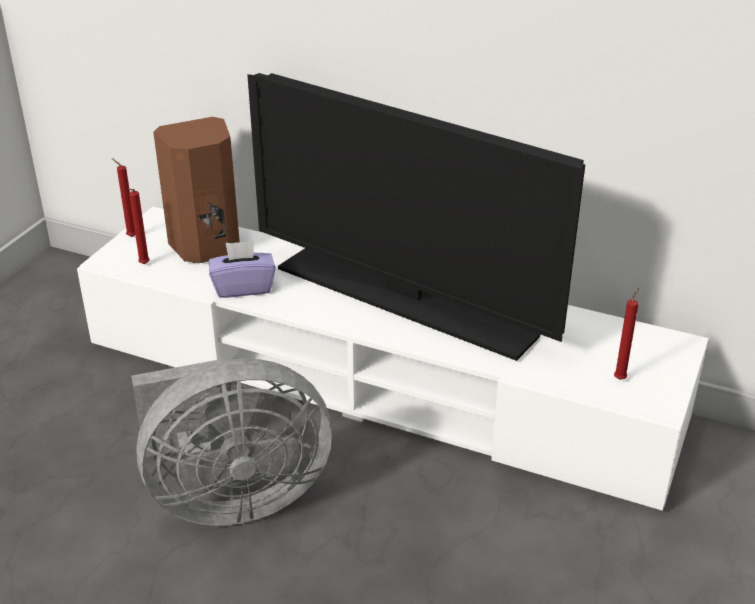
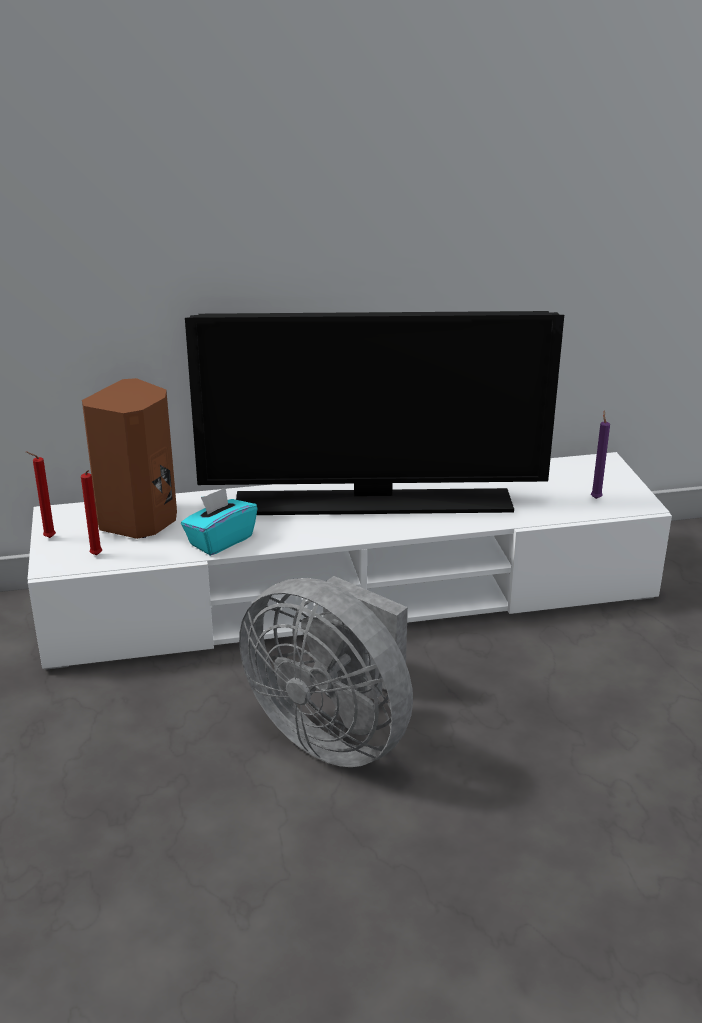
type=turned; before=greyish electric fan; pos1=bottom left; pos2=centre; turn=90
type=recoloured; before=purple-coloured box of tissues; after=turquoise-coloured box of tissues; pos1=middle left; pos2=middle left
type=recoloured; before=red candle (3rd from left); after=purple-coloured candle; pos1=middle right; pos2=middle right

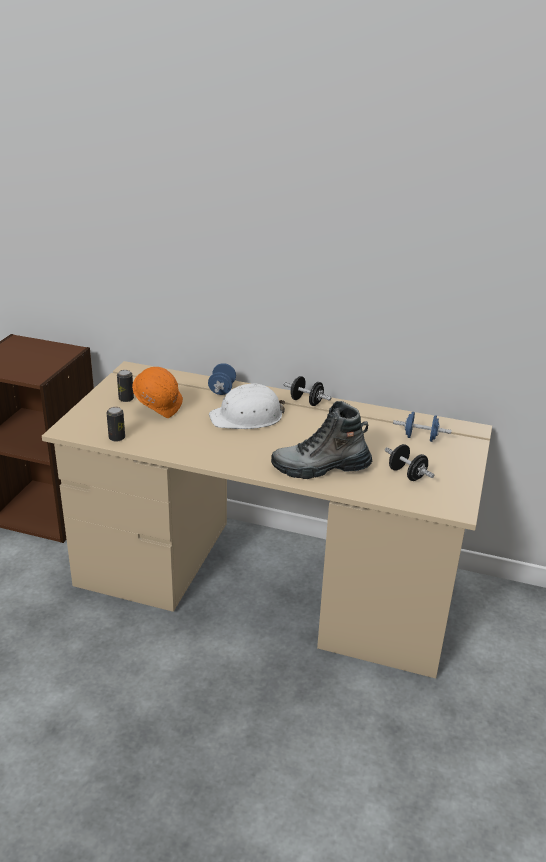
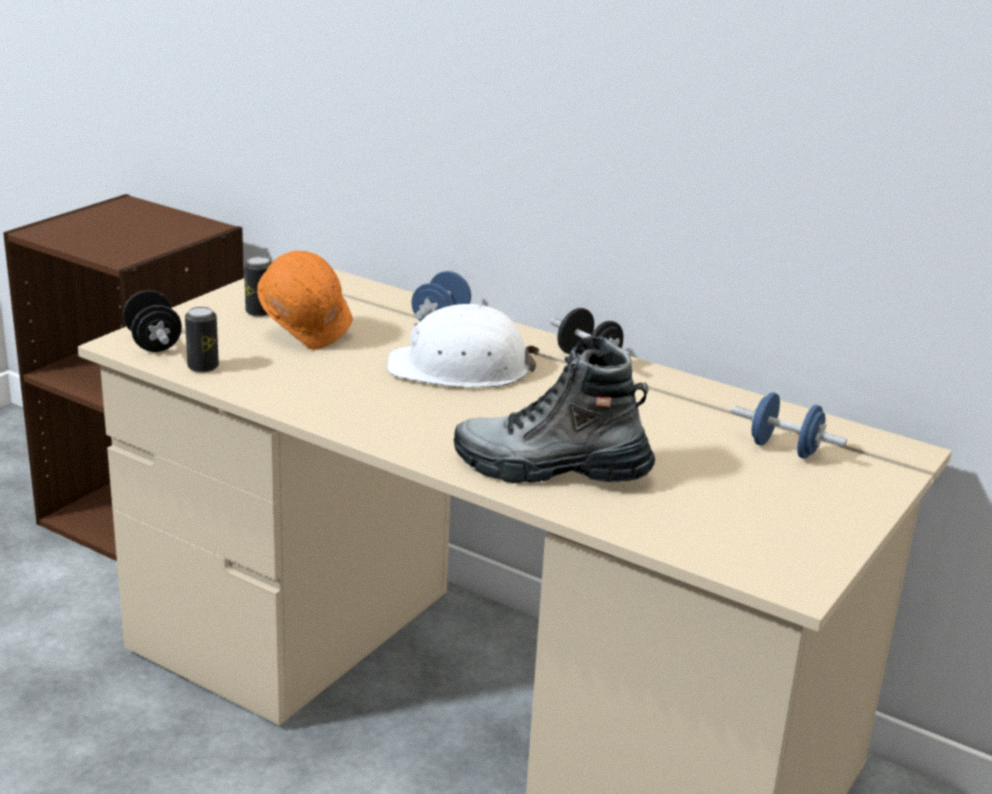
type=moved; before=black hand weight (2nd from left in the first image); after=black hand weight (1st from left); pos1=middle right; pos2=middle left

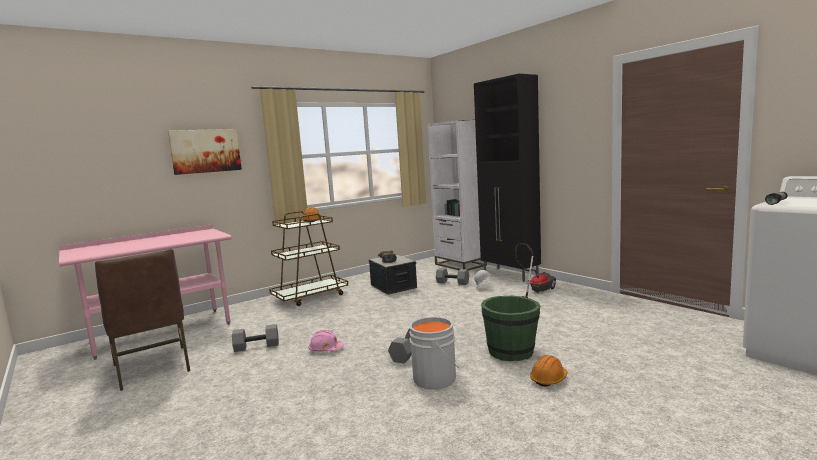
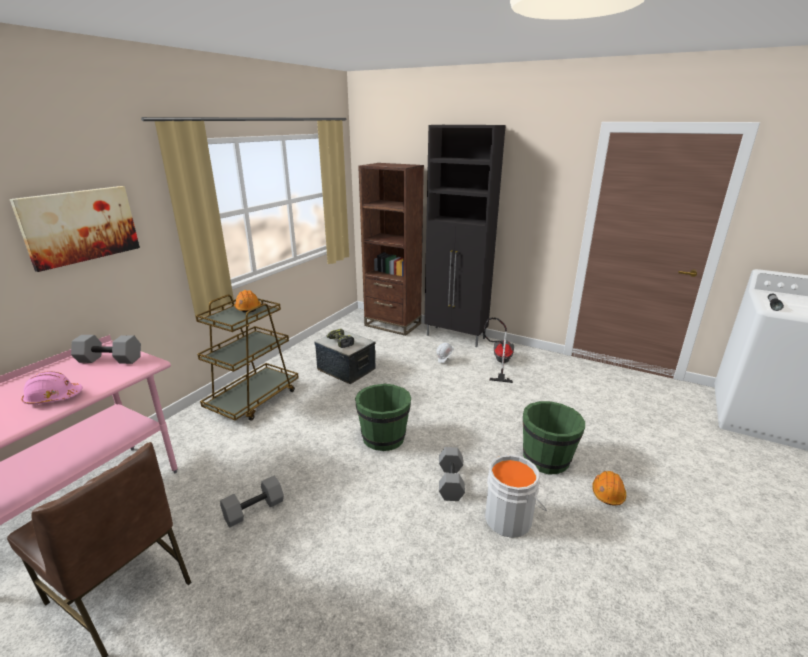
type=moved; before=pink-coloured work helmet; pos1=bottom centre; pos2=middle left
type=recoloured; before=whitish bookshelf; after=brownish bookshelf; pos1=centre; pos2=centre
type=moved; before=greyish hand weight (3rd from left in the first image); after=greyish hand weight (1st from left); pos1=centre; pos2=middle left
type=added; after=green-coloured water bucket (1st from left); pos2=centre

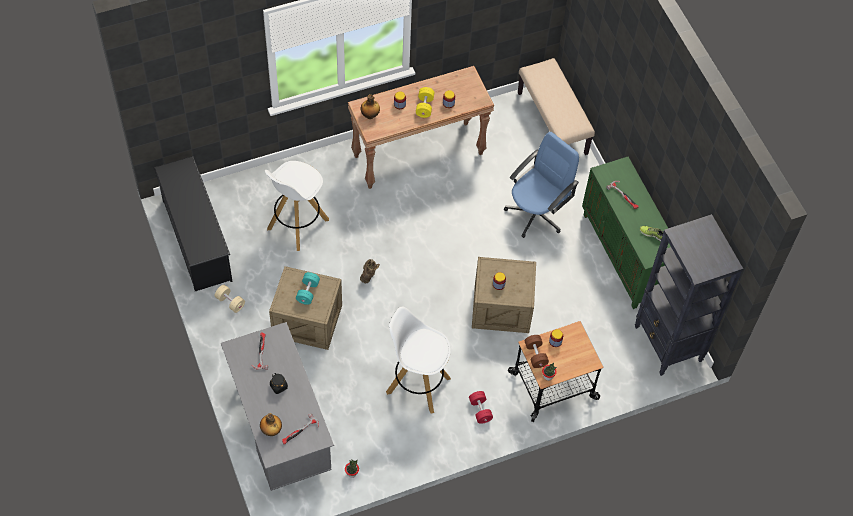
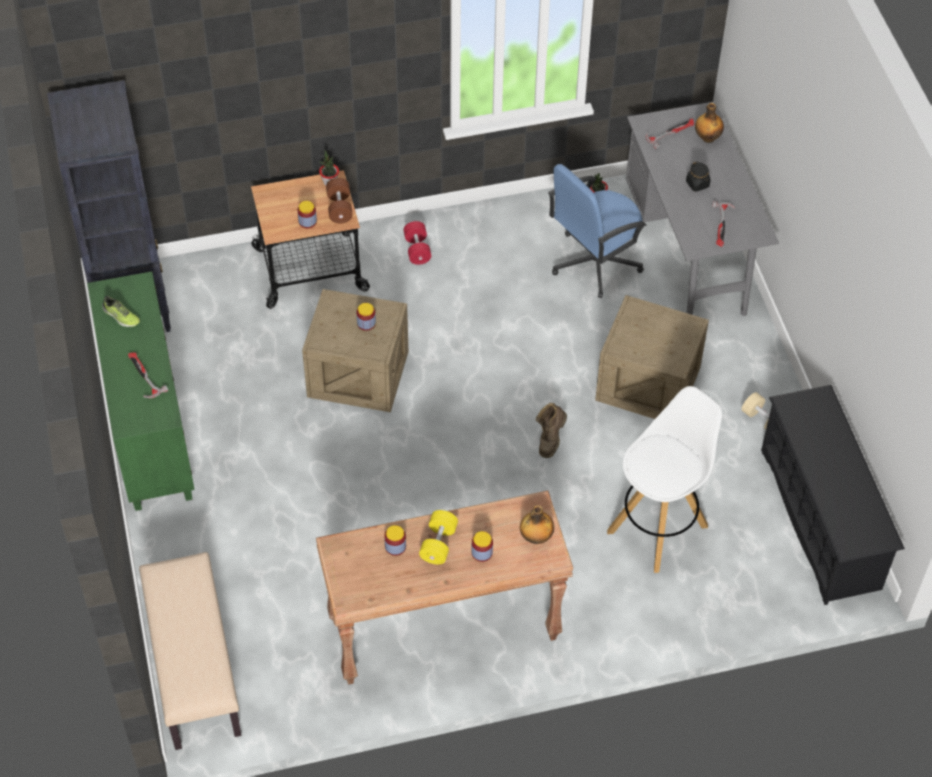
type=removed; before=turquoise-coloured hand weight; pos1=centre
type=removed; before=whitish stool seat (2nd from left); pos1=bottom centre
type=moved; before=blue-coloured office chair; pos1=centre; pos2=top centre

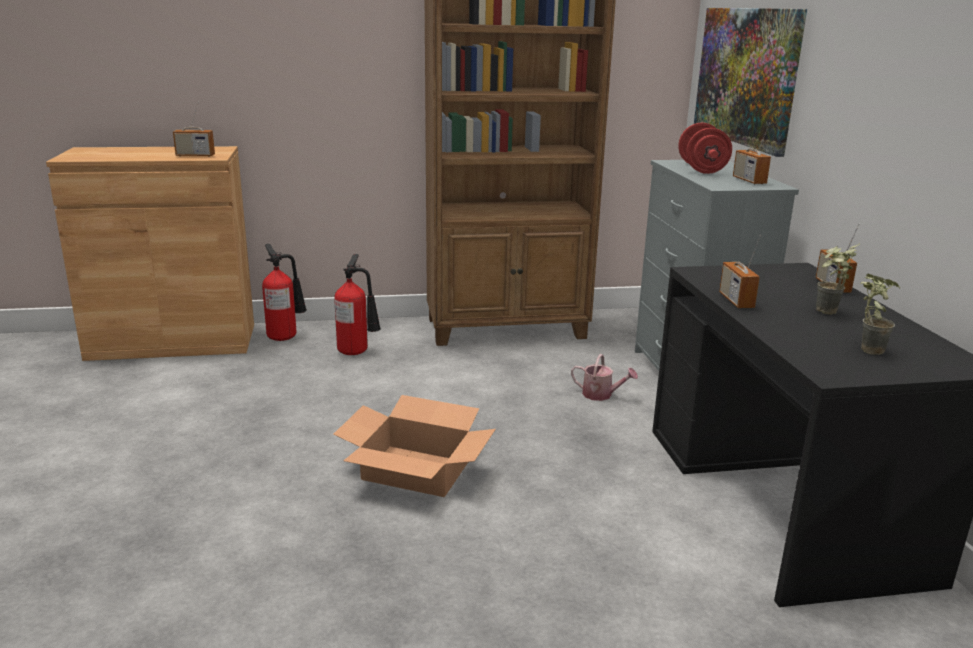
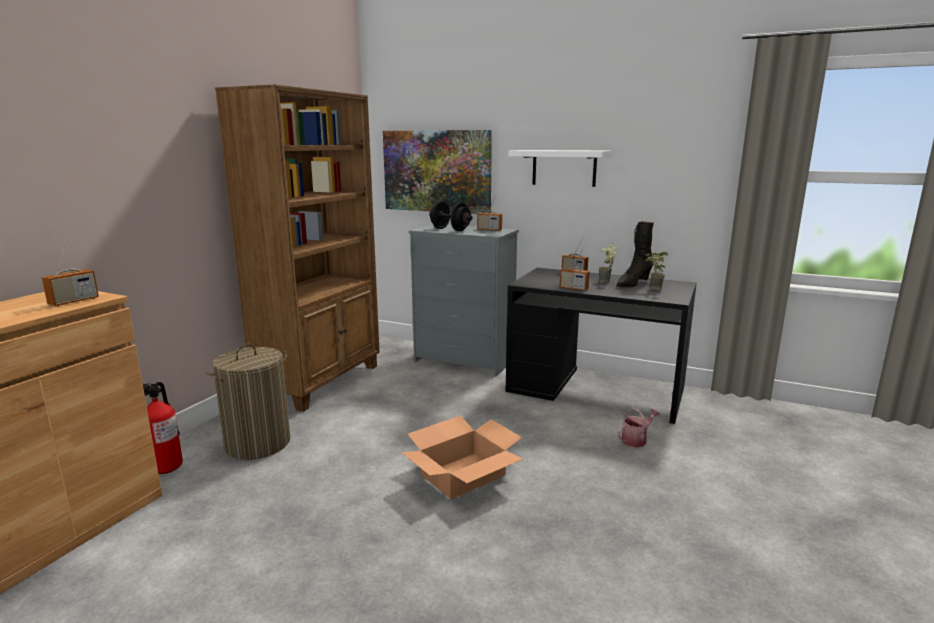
type=replaced; before=fire-fighting cylinder (2nd from left); after=hamper; pos1=centre; pos2=middle left
type=moved; before=watering can; pos1=centre; pos2=bottom right
type=recoloured; before=red hand weight; after=black hand weight; pos1=top right; pos2=centre
type=added; after=whitish wall shelf; pos2=top centre
type=added; after=black boot; pos2=middle right

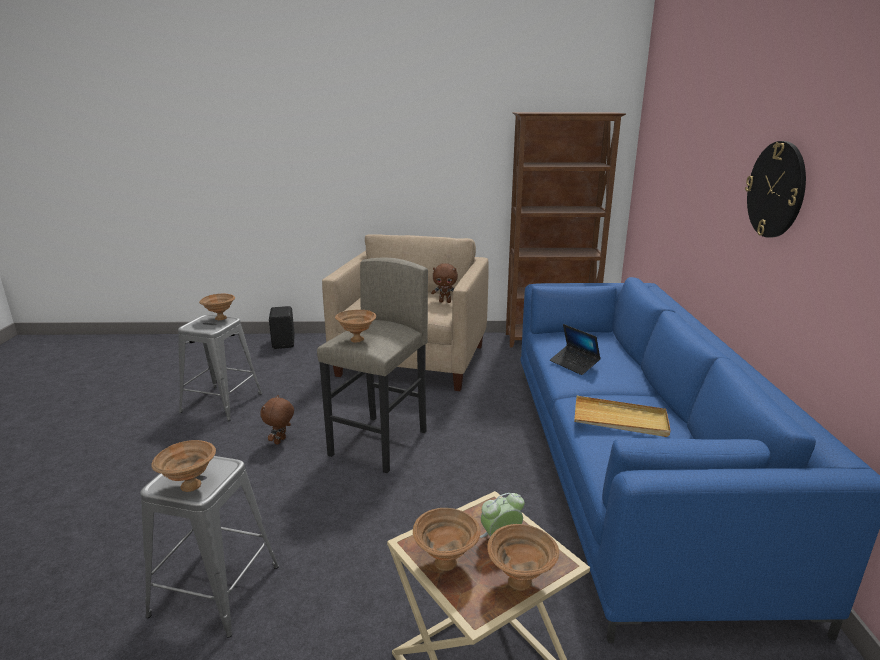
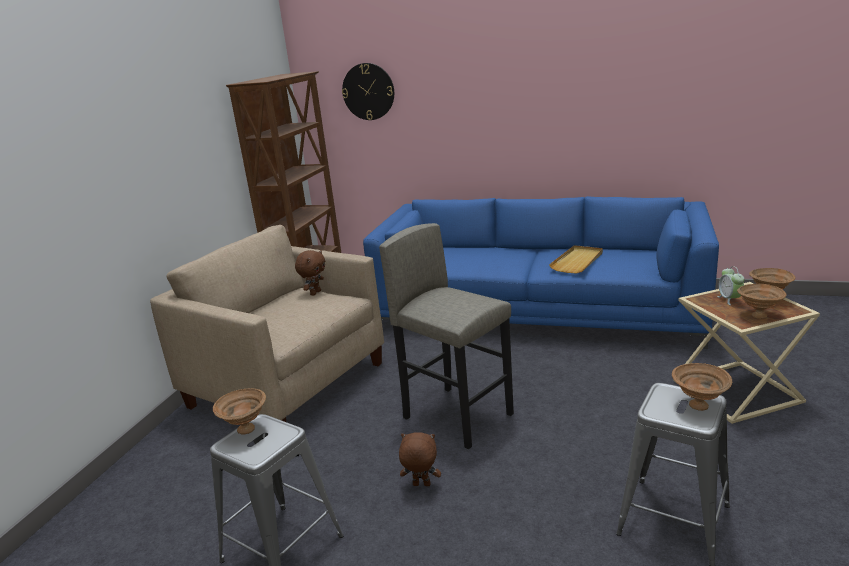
type=turned; before=brownish plush toy (1st from left in the first image); pos1=middle left; pos2=bottom centre; turn=150
type=removed; before=black speaker; pos1=middle left
type=removed; before=brownish deep dish (3rd from left); pos1=centre
type=removed; before=laptop; pos1=centre
type=moved; before=hanging clock; pos1=top right; pos2=top centre

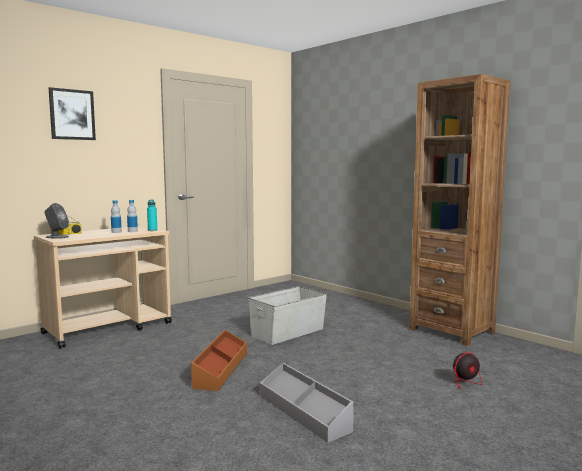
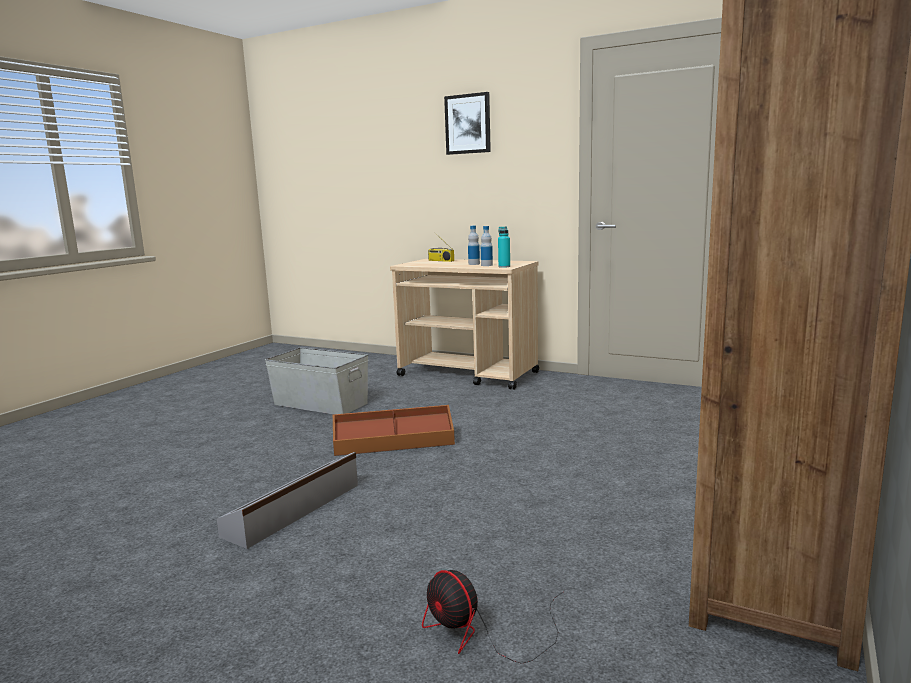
type=removed; before=greyish speaker; pos1=middle left
type=moved; before=greyish storage container (1st from left in the first image); after=greyish storage container (2nd from left); pos1=bottom centre; pos2=centre

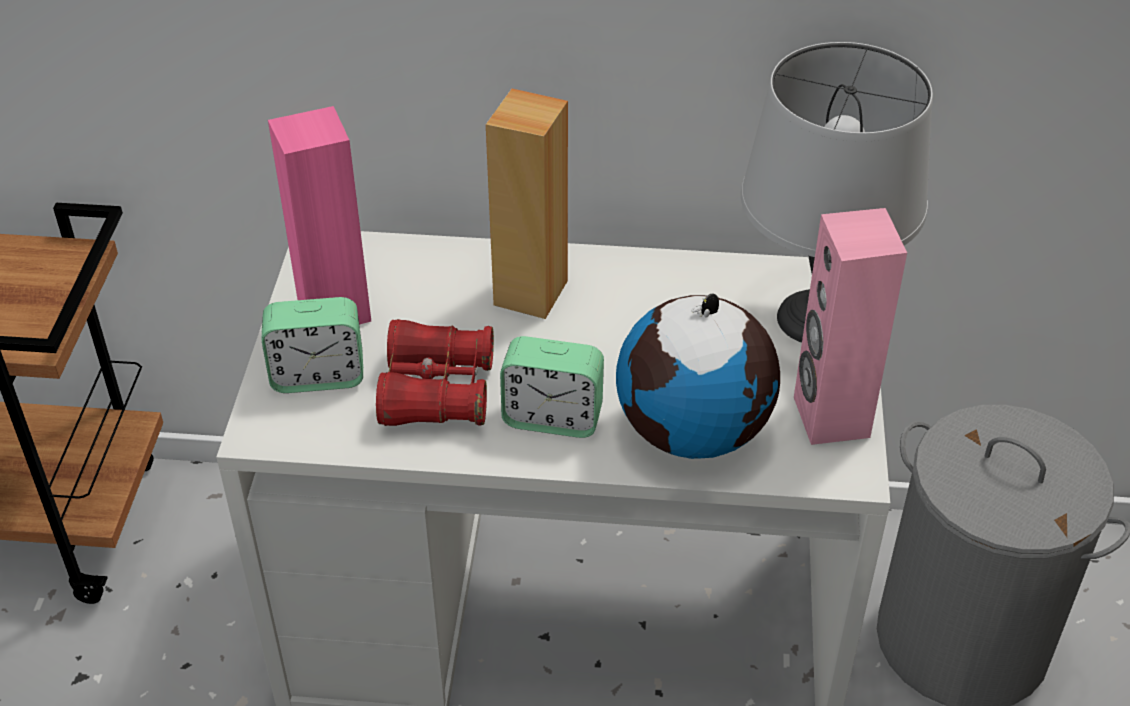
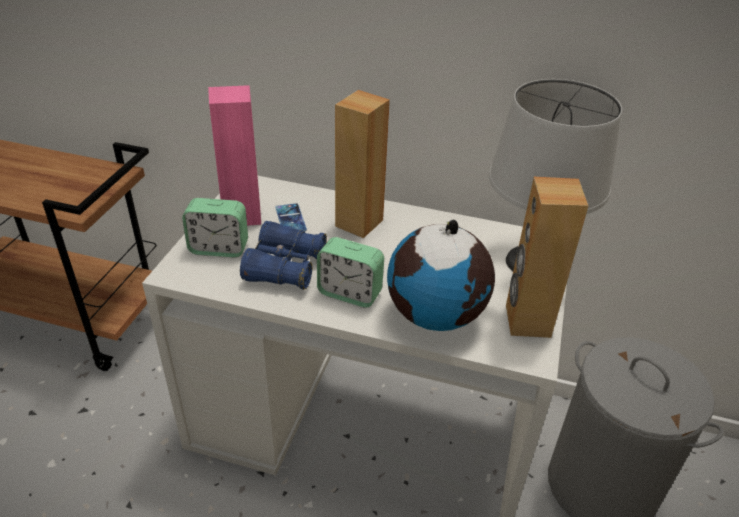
type=recoloured; before=red field glasses; after=blue-coloured field glasses; pos1=centre; pos2=centre
type=recoloured; before=pink-coloured speaker (2nd from left); after=brownish speaker (2nd from left); pos1=middle right; pos2=middle right
type=added; after=telephone; pos2=centre

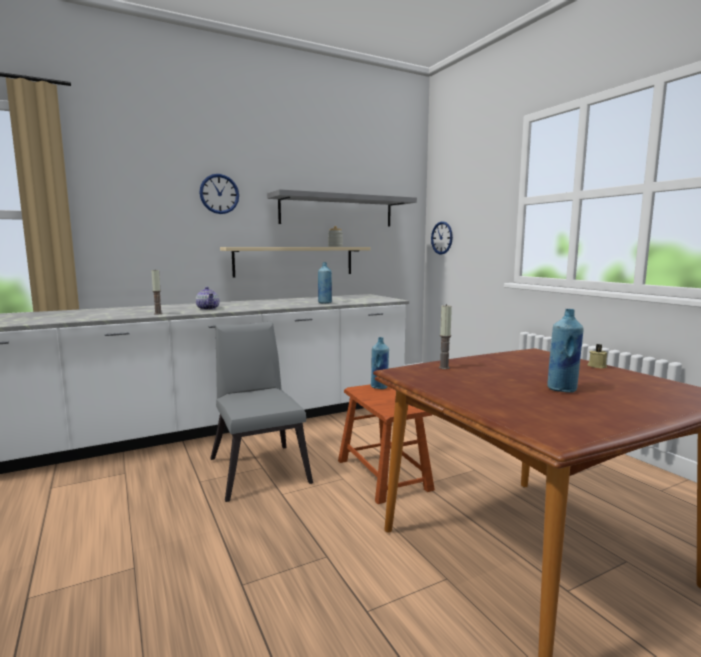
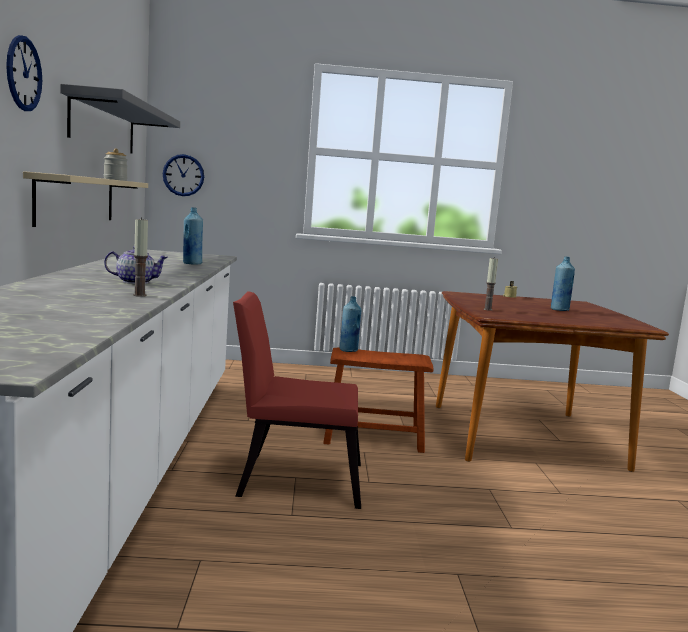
type=recoloured; before=greyish plain chair; after=red plain chair; pos1=centre; pos2=centre

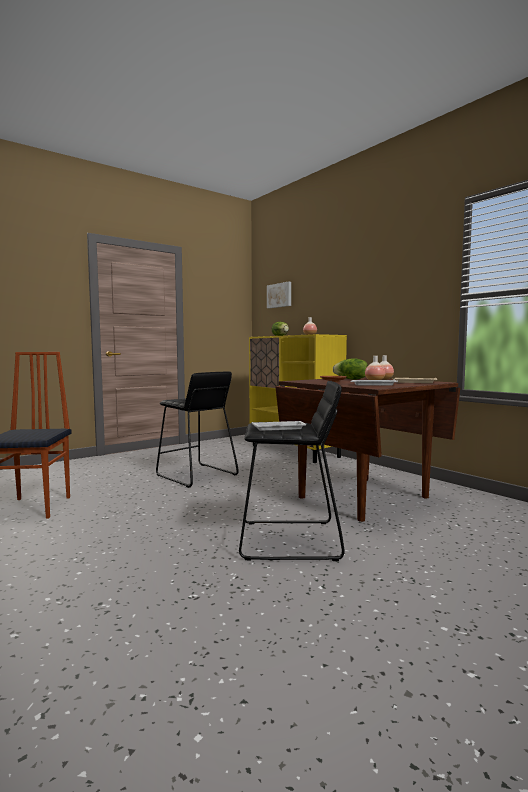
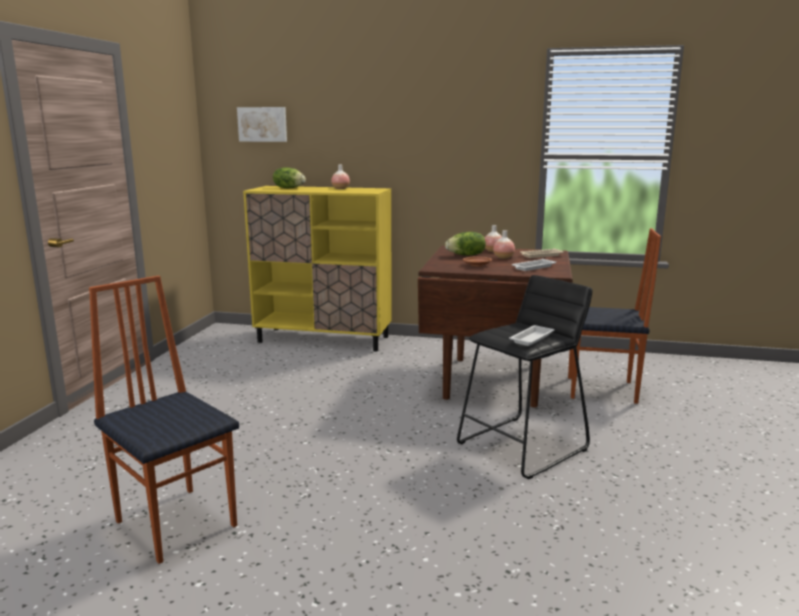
type=removed; before=black stool seat (1st from left); pos1=centre
type=added; after=plain chair (2nd from left); pos2=middle right

